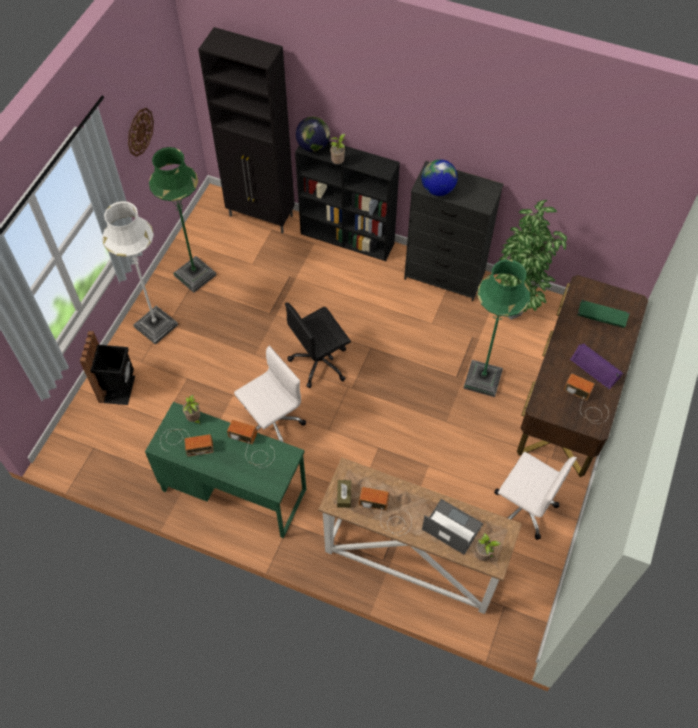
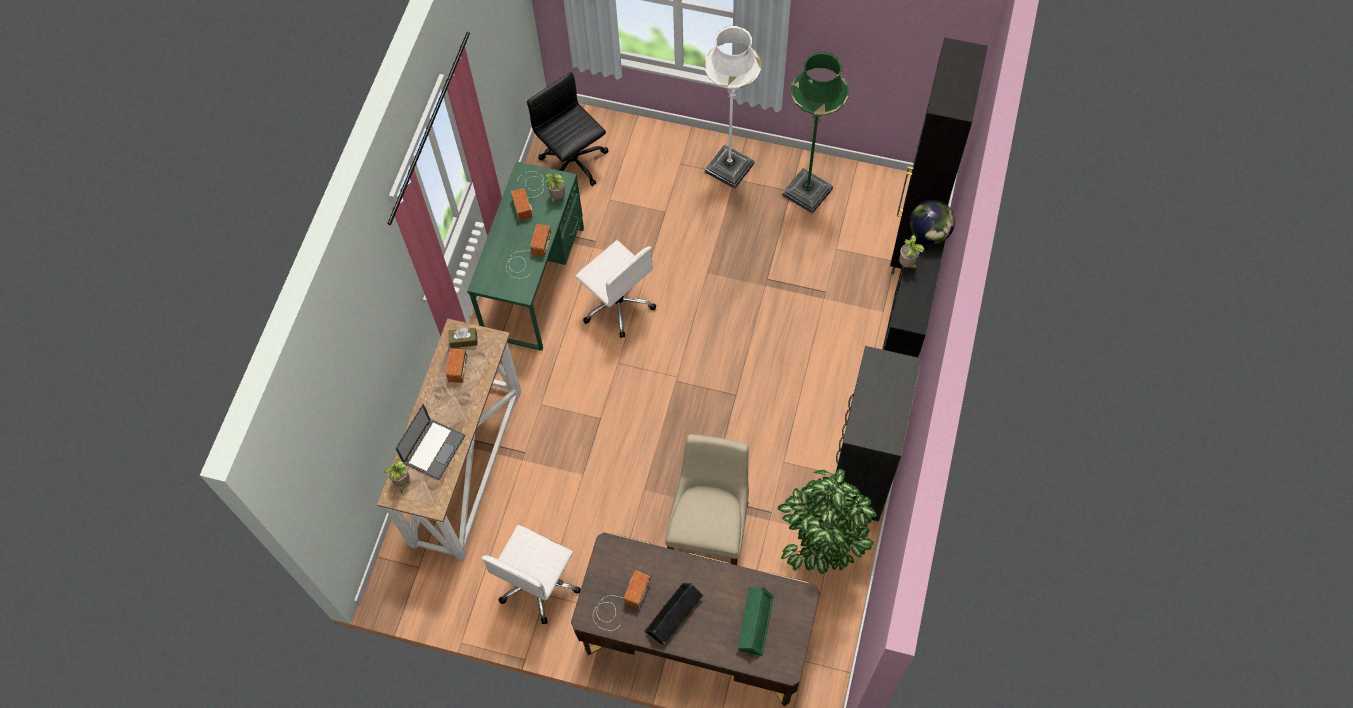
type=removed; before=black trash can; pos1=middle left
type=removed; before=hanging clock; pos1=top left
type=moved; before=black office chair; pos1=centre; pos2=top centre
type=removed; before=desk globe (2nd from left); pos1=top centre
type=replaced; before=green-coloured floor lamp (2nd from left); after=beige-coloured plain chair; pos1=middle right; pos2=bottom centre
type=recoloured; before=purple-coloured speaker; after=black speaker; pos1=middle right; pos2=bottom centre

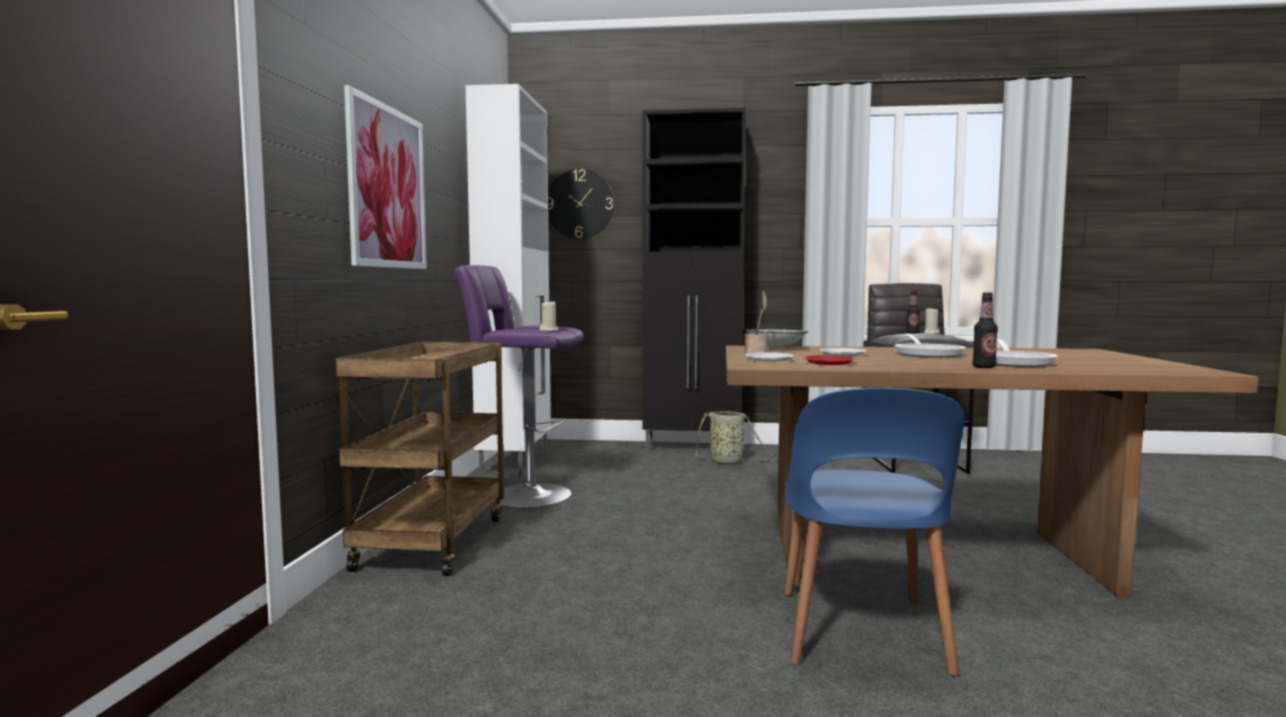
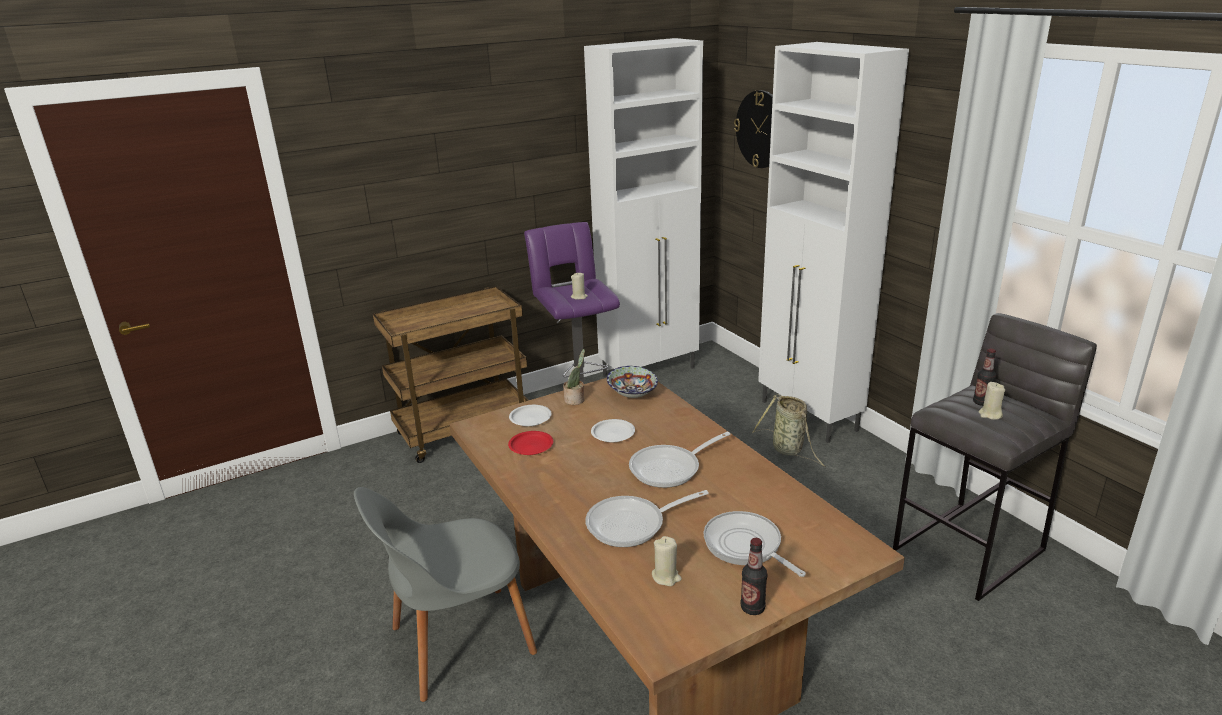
type=removed; before=wall picture; pos1=top left
type=recoloured; before=black storage cabinet; after=whitish storage cabinet (2nd from left); pos1=centre; pos2=middle right
type=recoloured; before=blue-coloured plain chair; after=greyish plain chair; pos1=bottom right; pos2=bottom centre
type=moved; before=drink bottle (2nd from left in the first image); after=drink bottle (1st from left); pos1=middle right; pos2=bottom centre
type=added; after=beige-coloured candle (2nd from left); pos2=bottom centre
type=added; after=frying pan (3rd from left); pos2=bottom centre

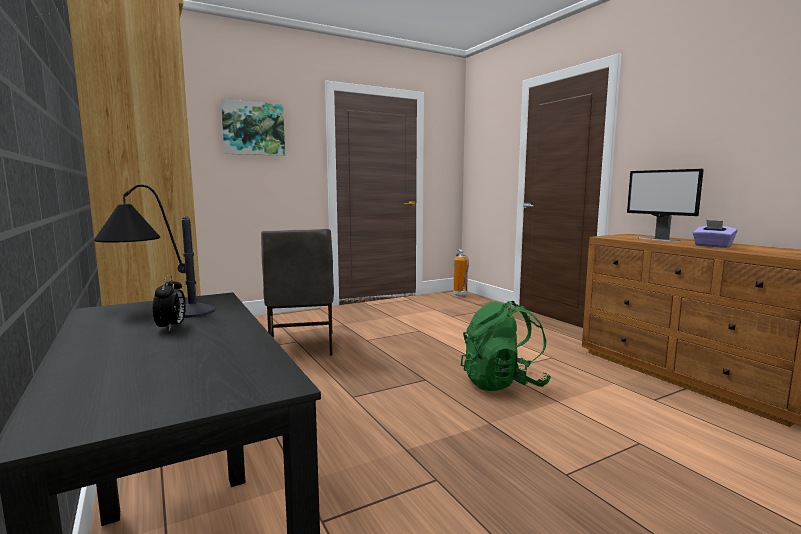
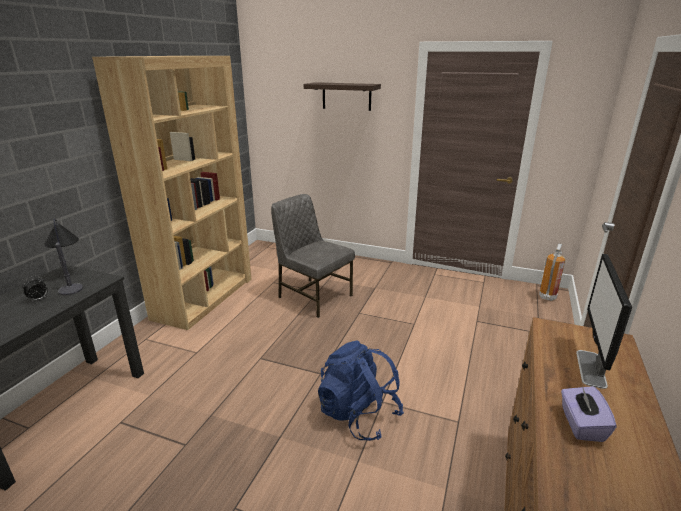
type=replaced; before=wall picture; after=wall shelf; pos1=top left; pos2=top centre
type=turned; before=greyish plain chair; pos1=centre; pos2=centre; turn=90
type=recoloured; before=green-coloured rucksack; after=blue-coloured rucksack; pos1=centre; pos2=bottom centre

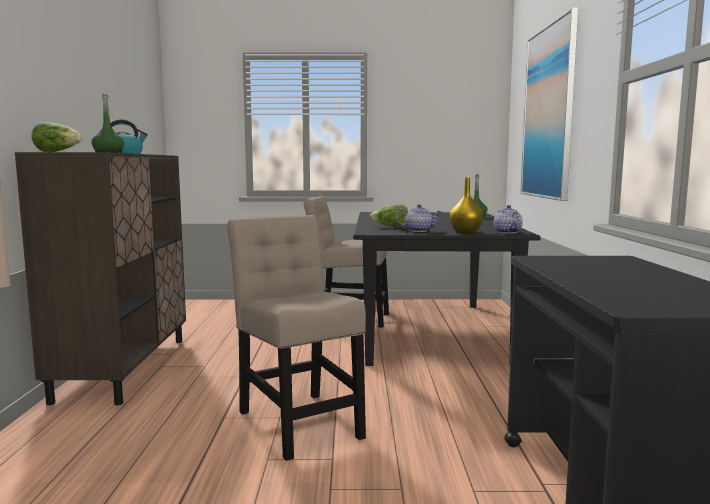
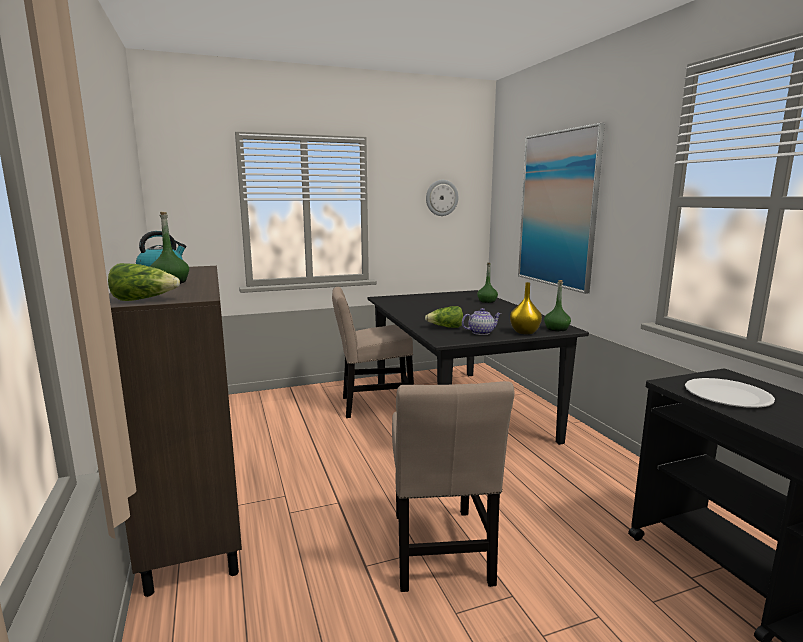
type=turned; before=beige-coloured plain chair (1st from left in the first image); pos1=bottom centre; pos2=bottom centre; turn=-135
type=replaced; before=tea pot (2nd from left); after=green-coloured drink bottle (3rd from left); pos1=middle right; pos2=middle right
type=added; after=hanging clock; pos2=top centre
type=added; after=whitish flat dish; pos2=middle right

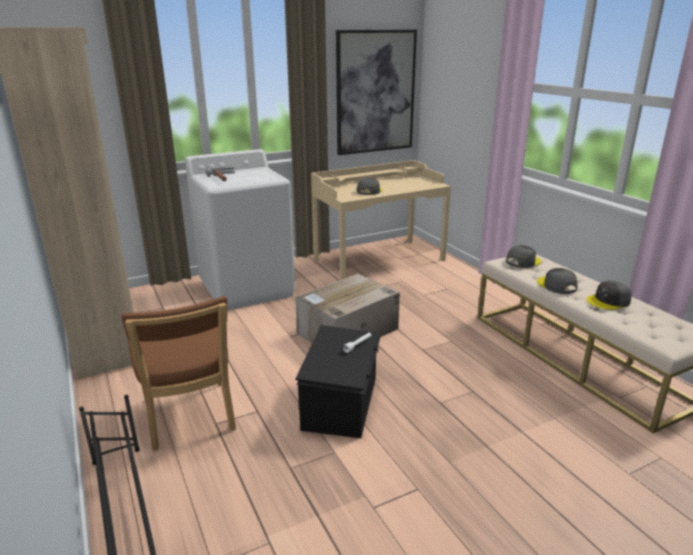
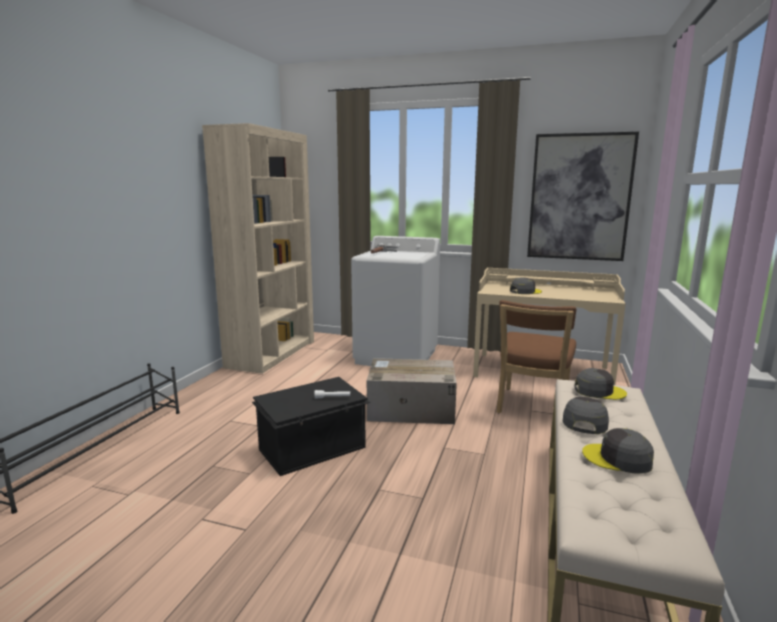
type=moved; before=brownish plain chair; pos1=bottom left; pos2=middle right

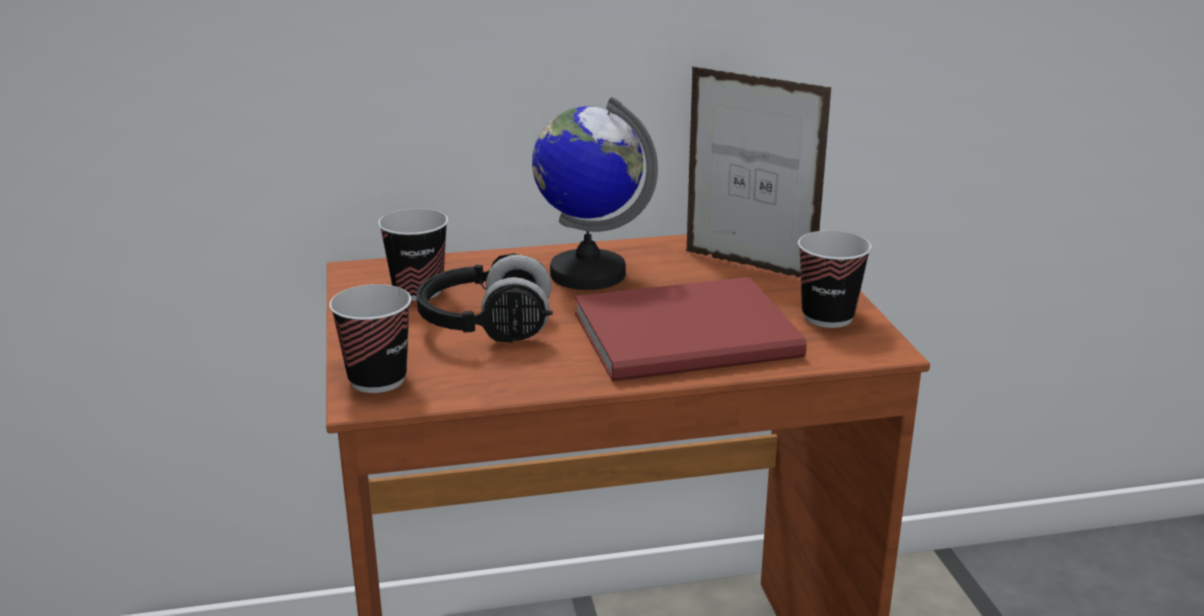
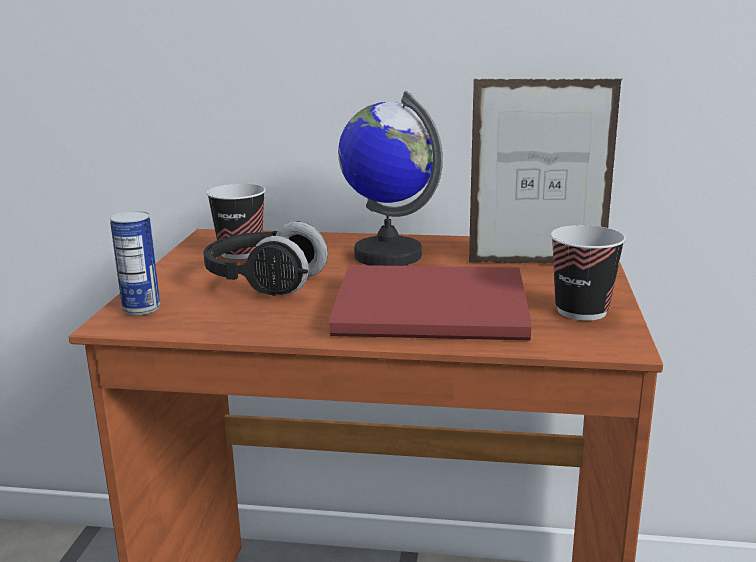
type=replaced; before=small cup (1st from left); after=sealed can; pos1=middle left; pos2=middle left
type=turned; before=picture frame; pos1=top centre; pos2=top right; turn=135

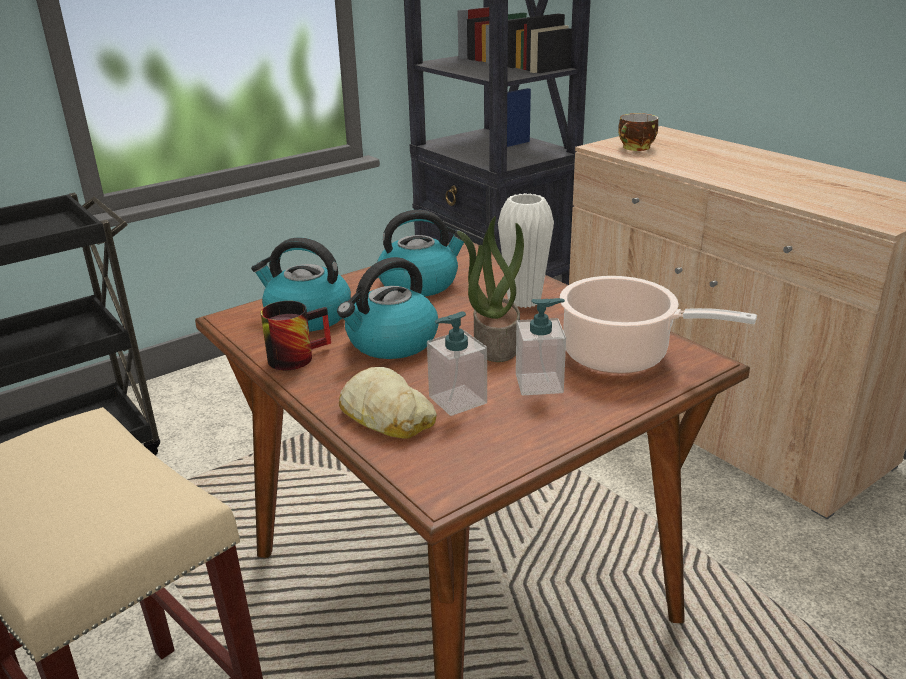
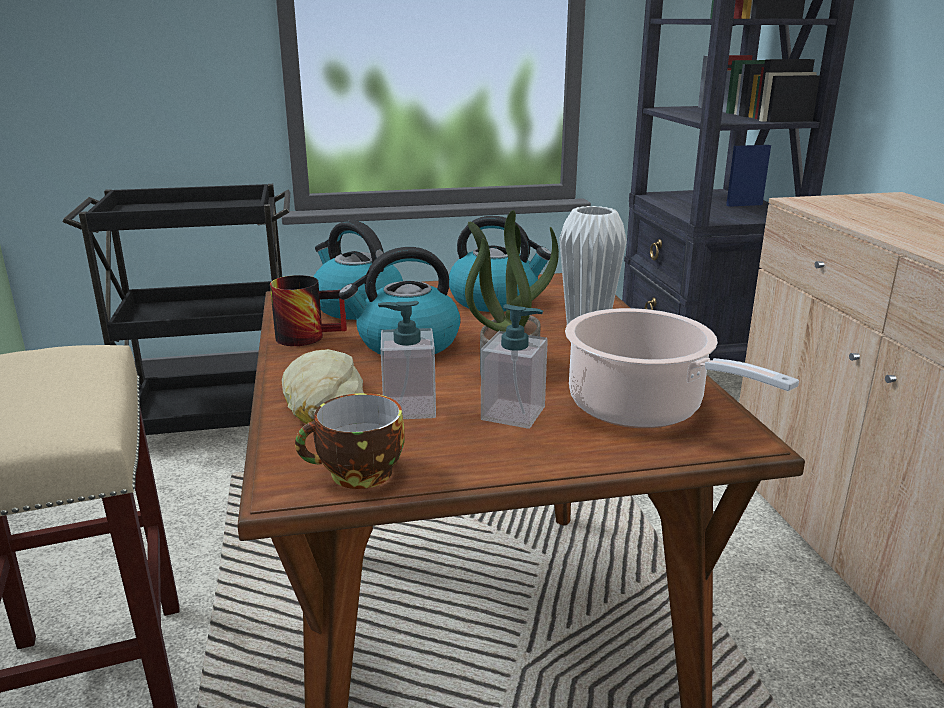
type=moved; before=small cup; pos1=top right; pos2=centre

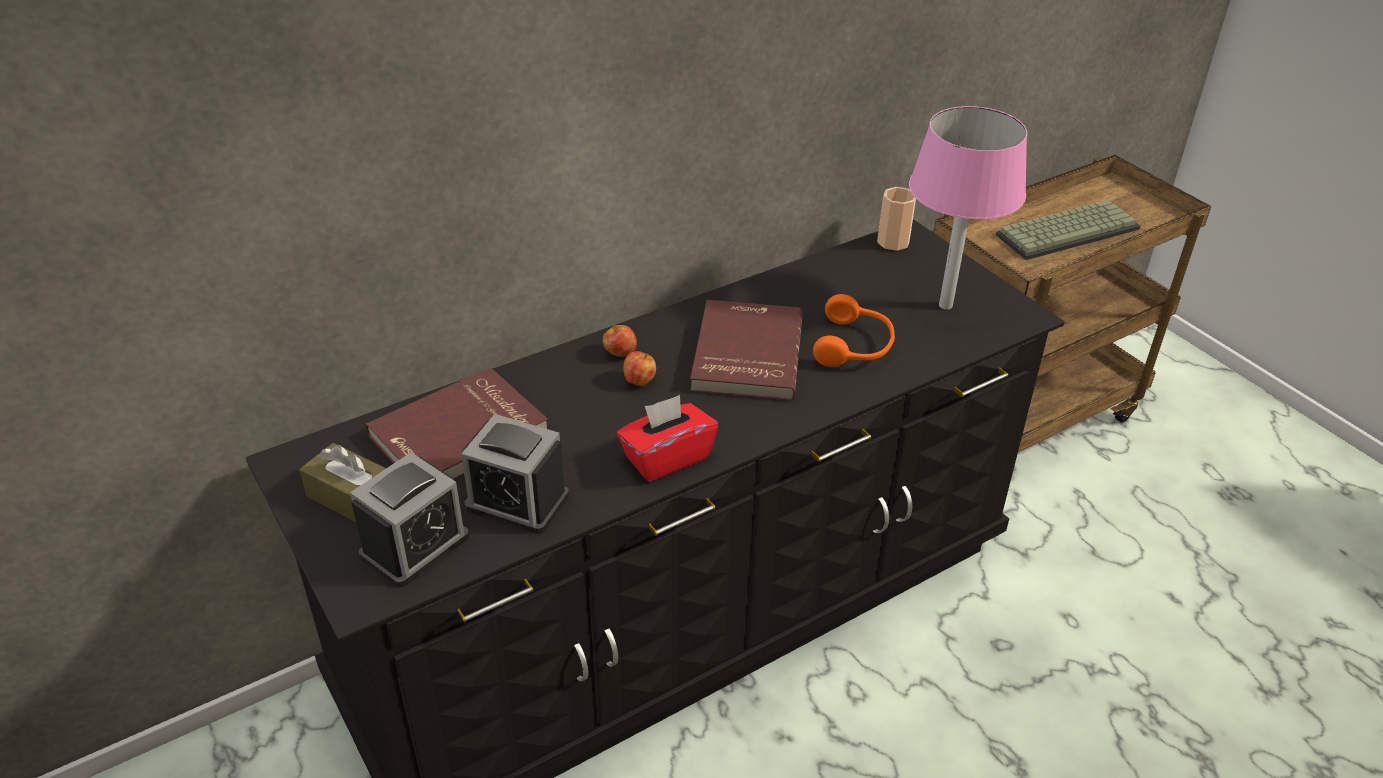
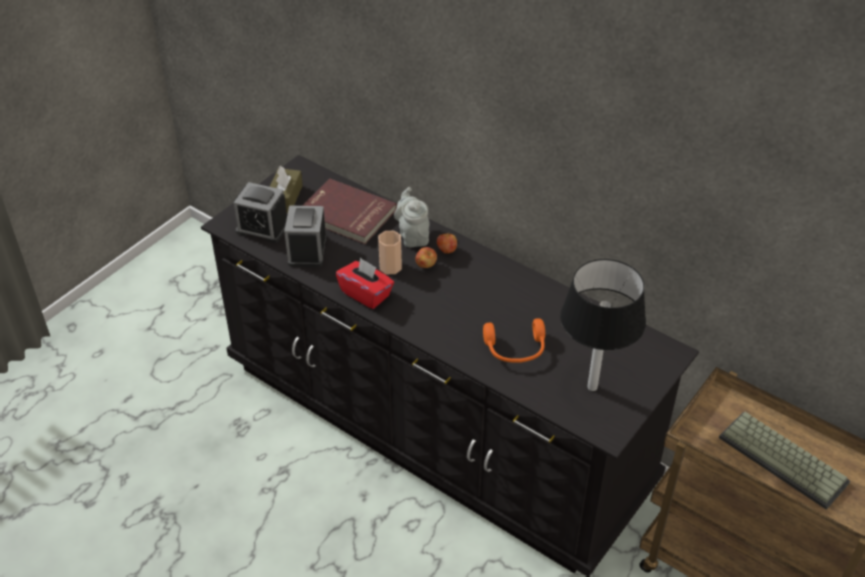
type=removed; before=red bound book (2nd from left); pos1=centre
type=moved; before=small cup; pos1=top centre; pos2=centre
type=recoloured; before=pink-coloured tabletop lamp; after=black tabletop lamp; pos1=top right; pos2=middle right
type=added; after=greyish tea pot; pos2=centre

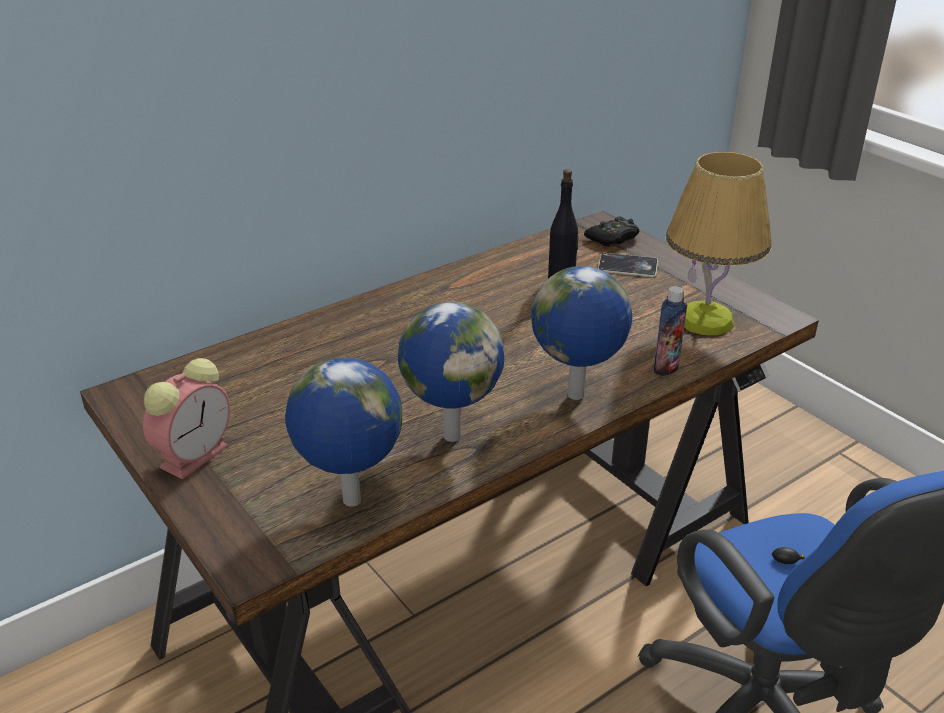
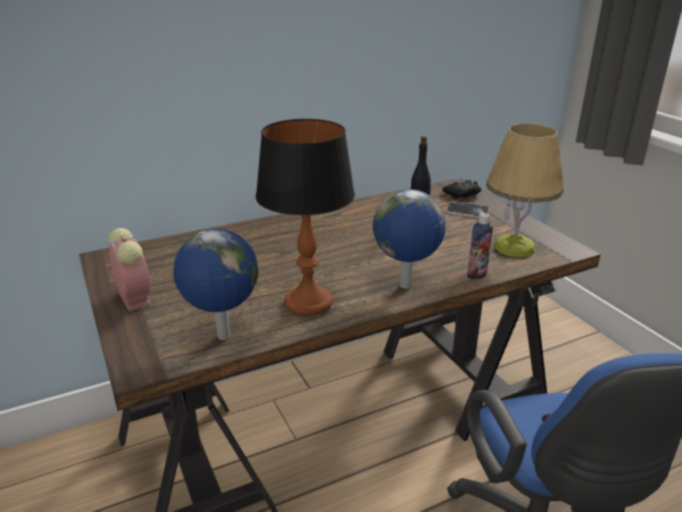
type=turned; before=alarm clock; pos1=middle left; pos2=middle left; turn=-75
type=replaced; before=desk globe (2nd from left); after=tabletop lamp (1st from left); pos1=centre; pos2=centre

